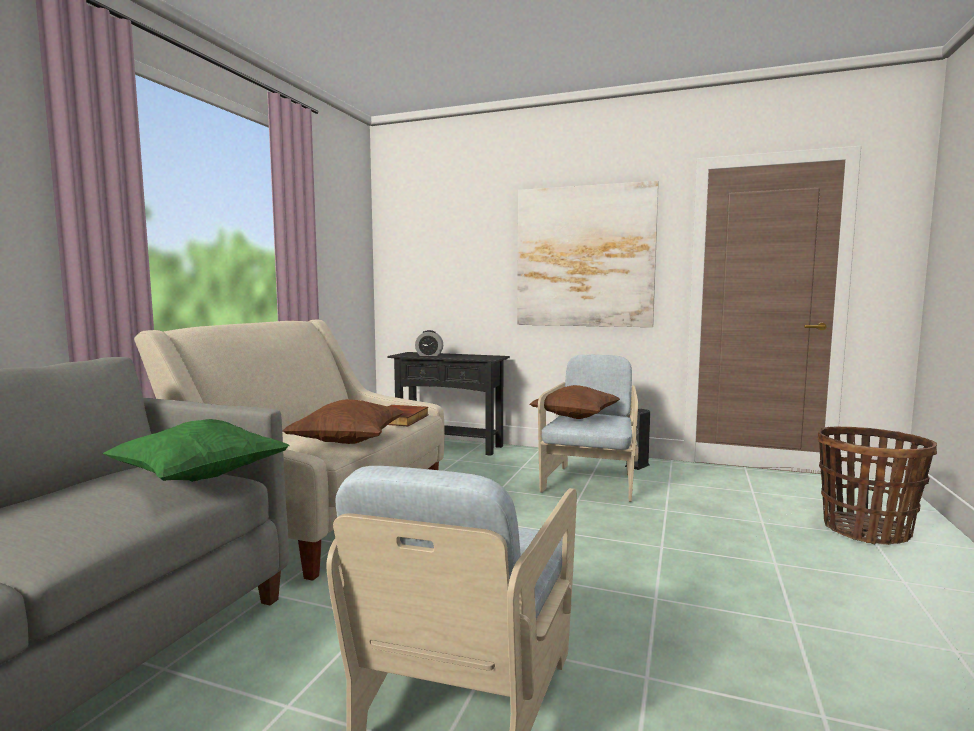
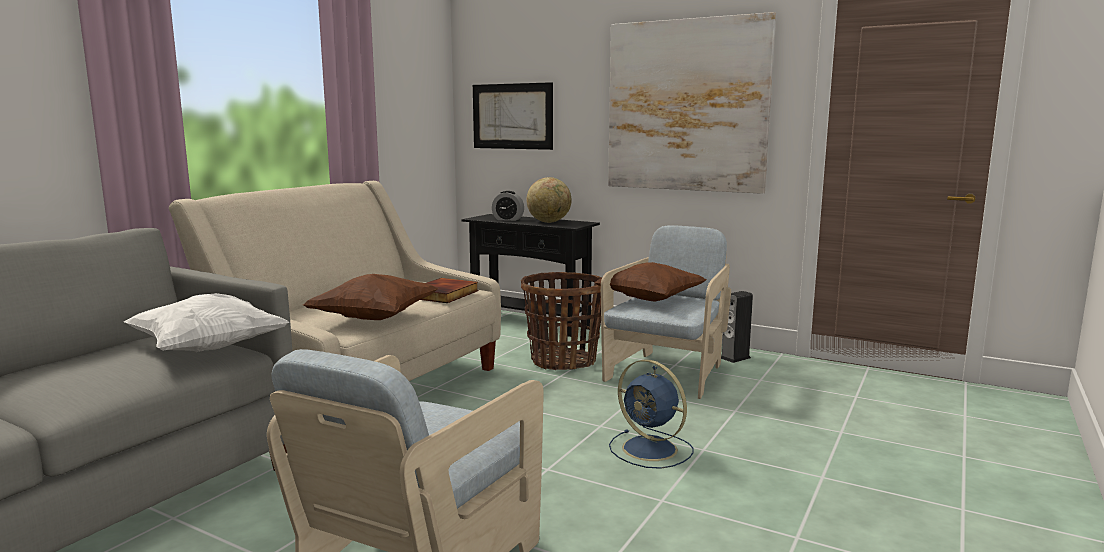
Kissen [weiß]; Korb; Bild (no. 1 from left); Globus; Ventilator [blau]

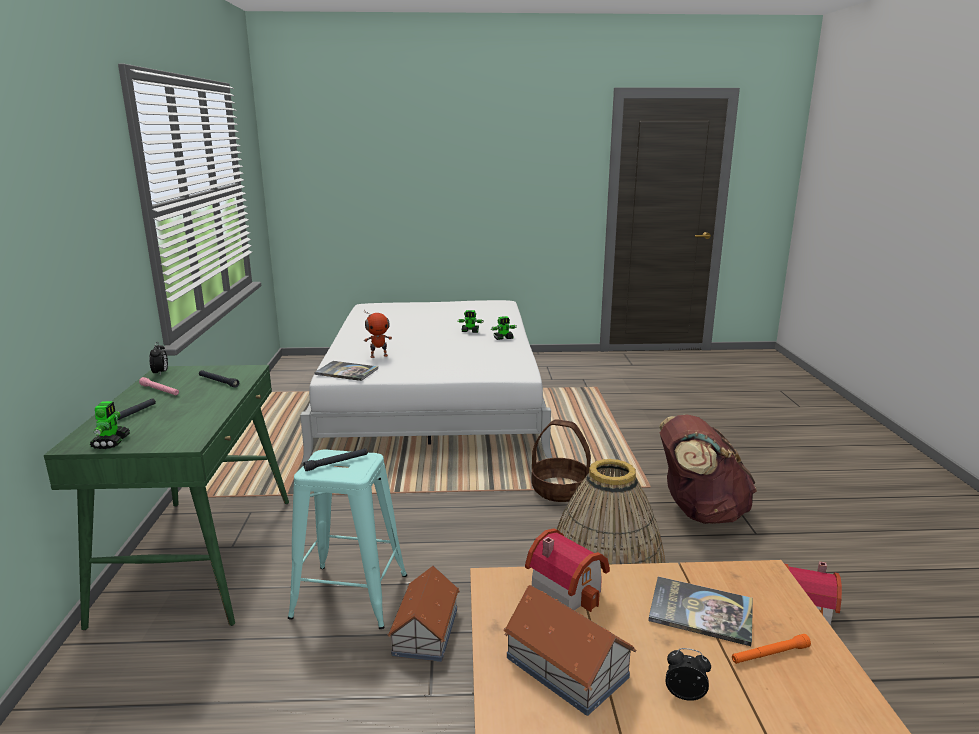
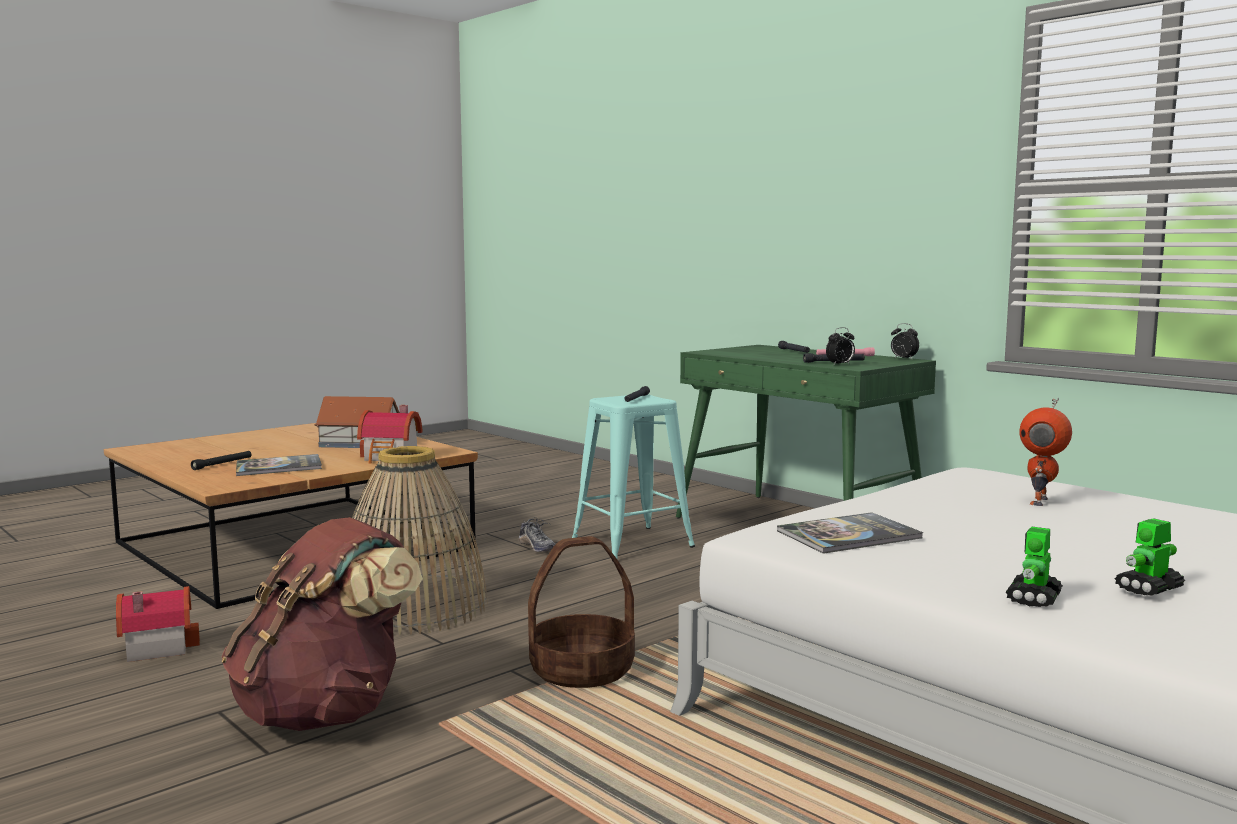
Buch (no. 2 from left); Spielzeugroboter (no. 1 from left in the first image); Schuh; Taschenlampe [schwarz] (no. 1 from left); Wecker (no. 1 from left)

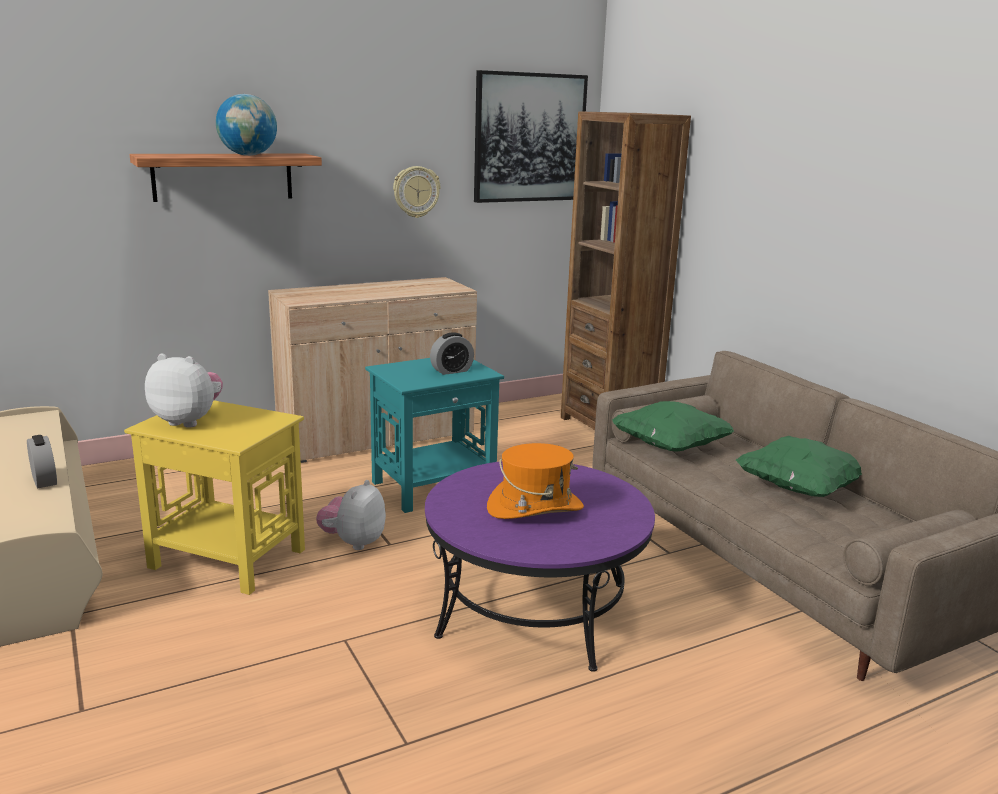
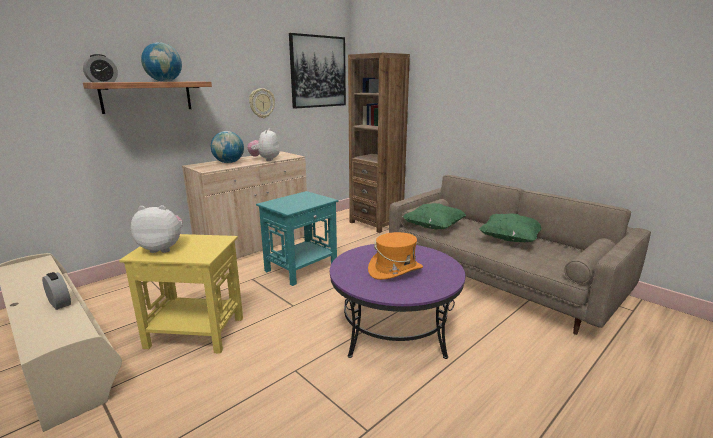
Wecker (no. 2 from left); Plüschtier (no. 2 from left); Globus (no. 2 from left)

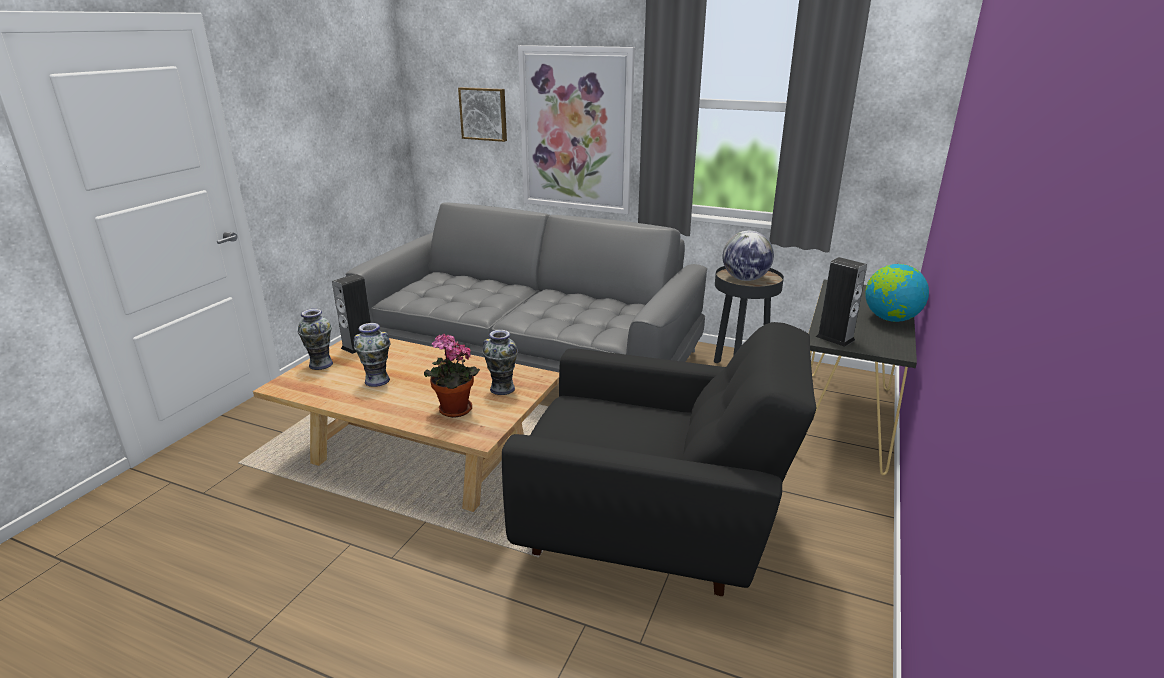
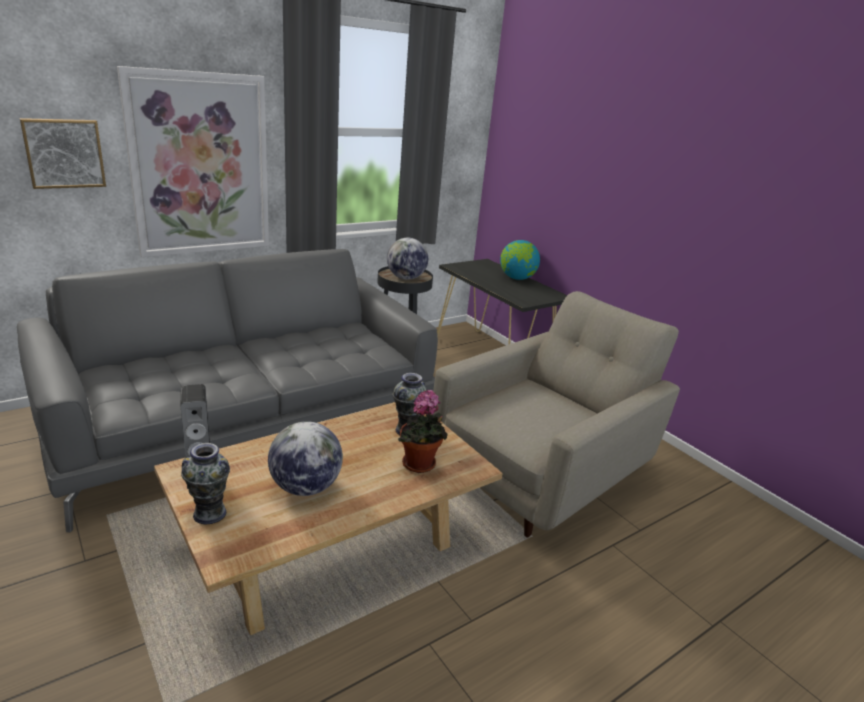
Lautsprecher (no. 2 from left in the first image); Sessel [beige]; Globus (no. 1 from left)

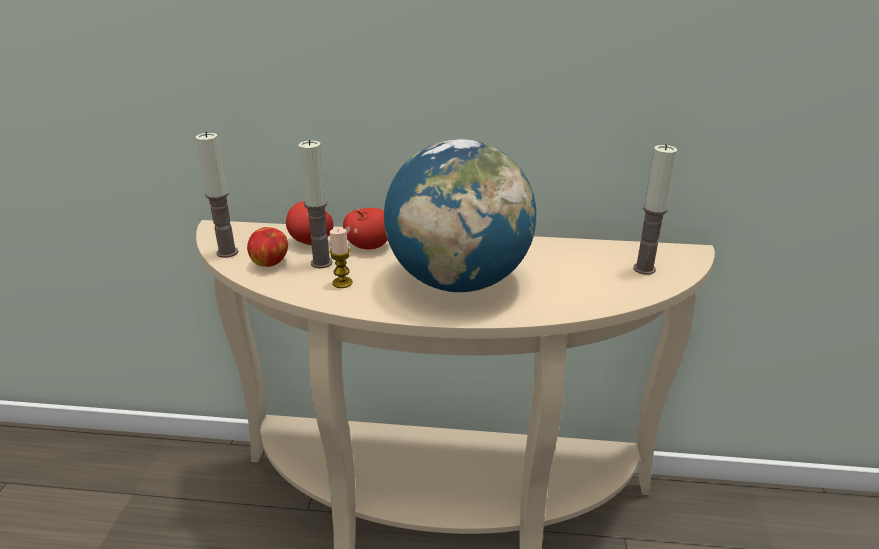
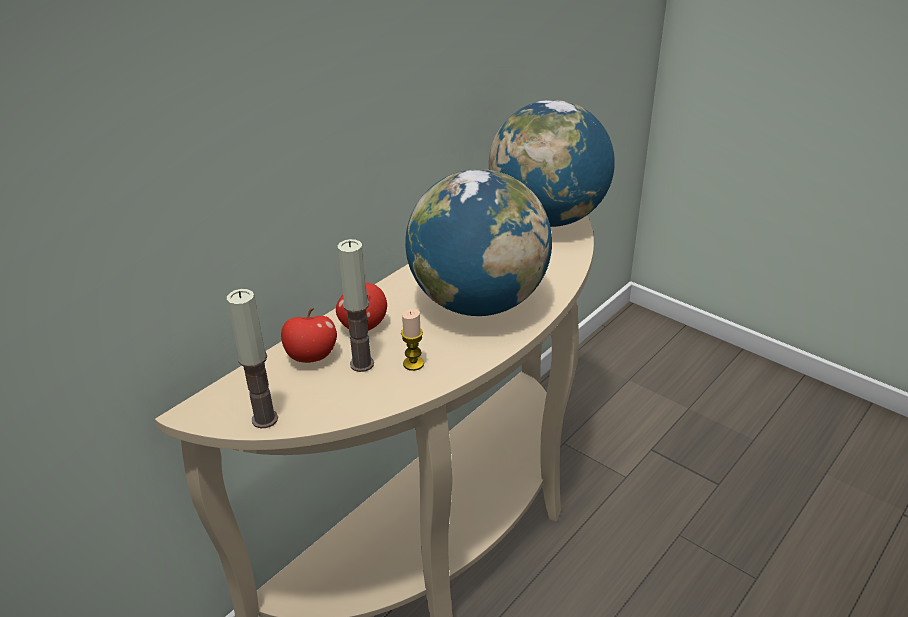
Globus (no. 2 from left); Apfel (no. 1 from left in the first image)

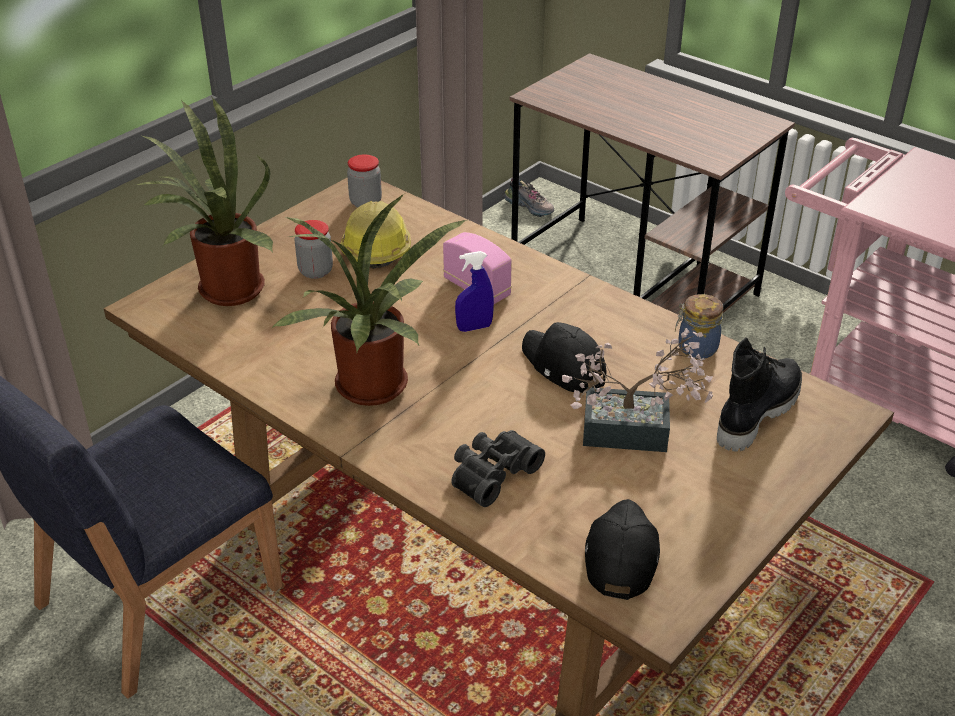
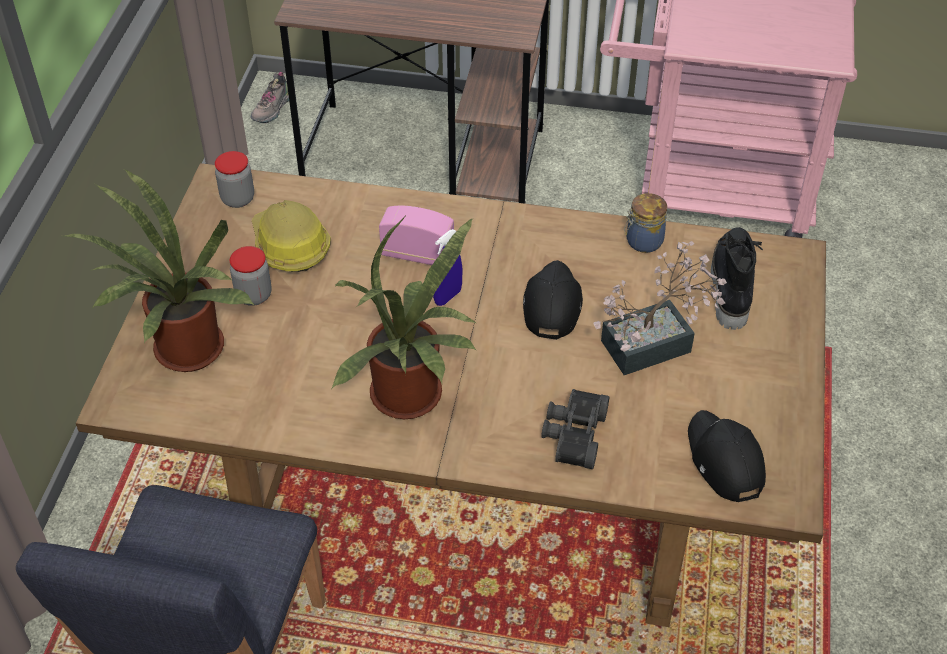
Schuh; Kappe [schwarz] (no. 1 from left)

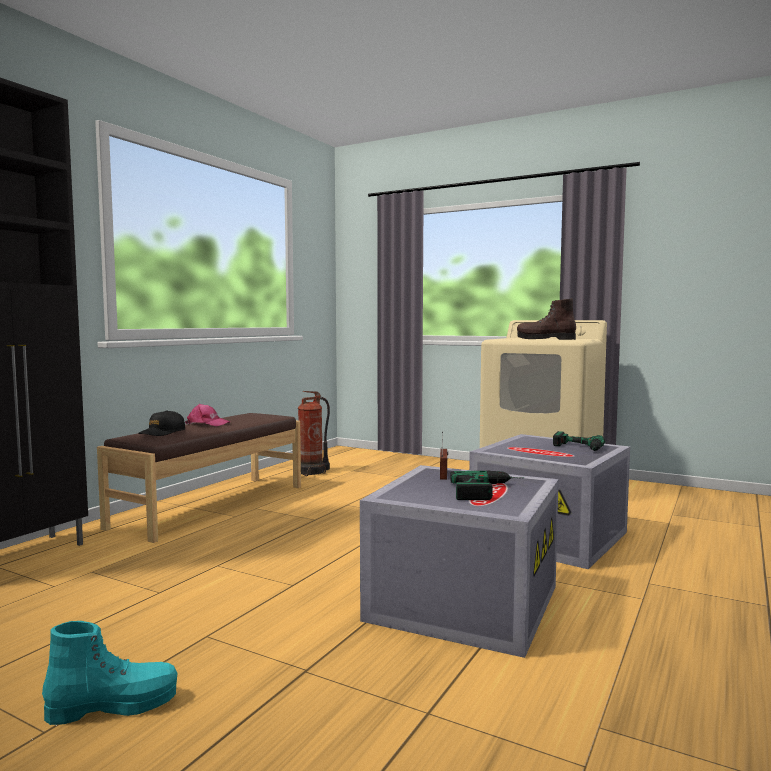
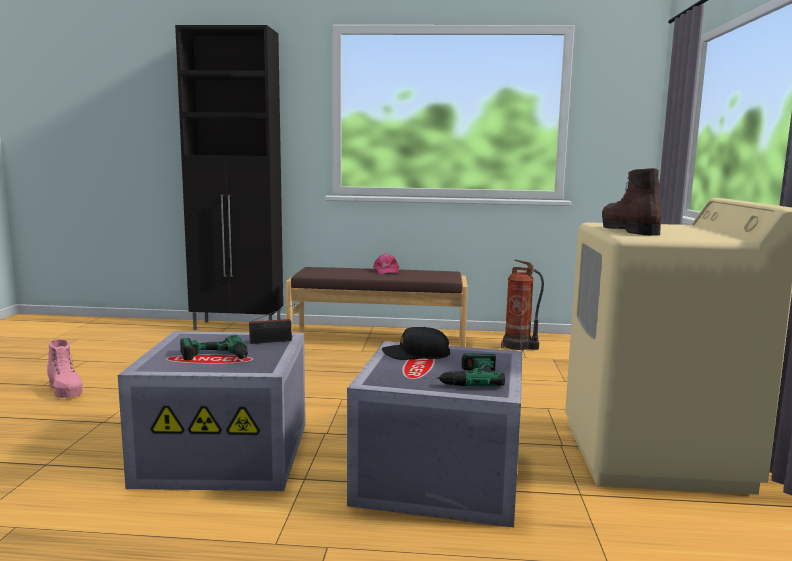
Kappe [schwarz]; Stiefel [rosa]

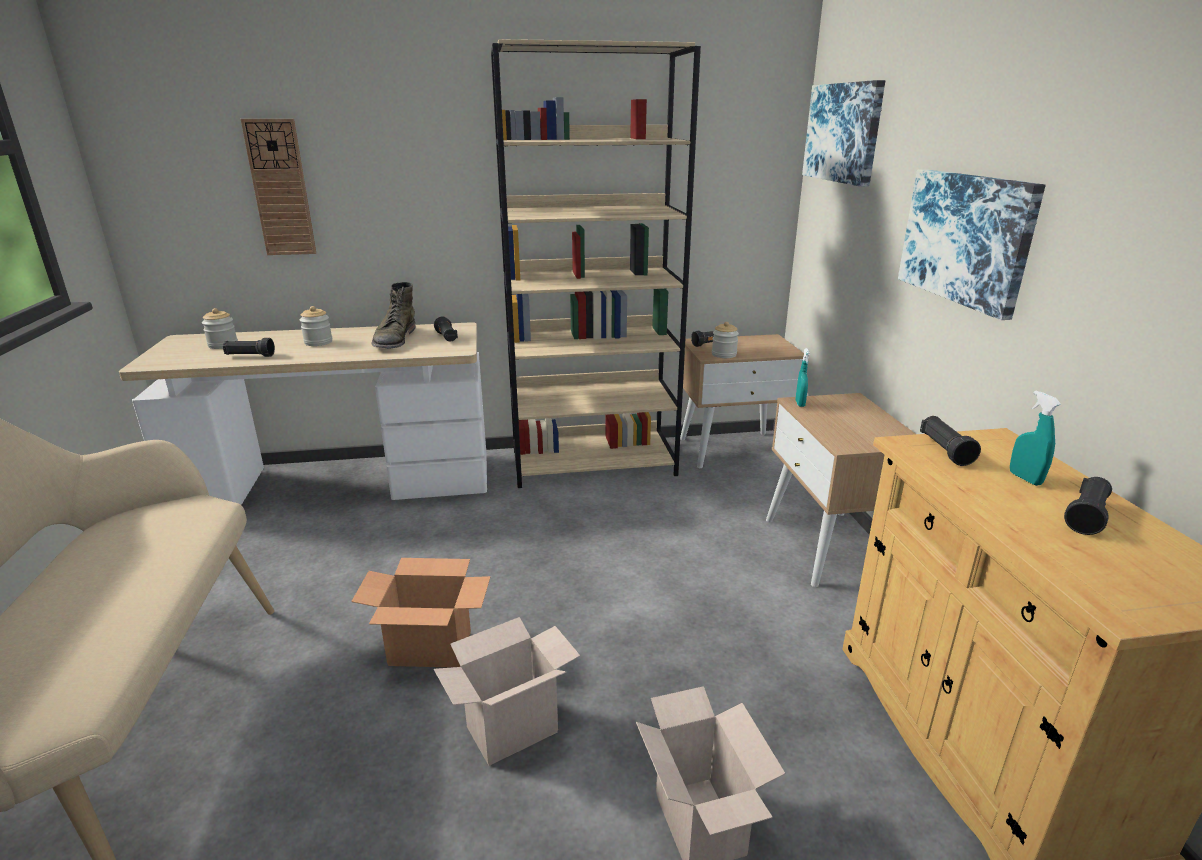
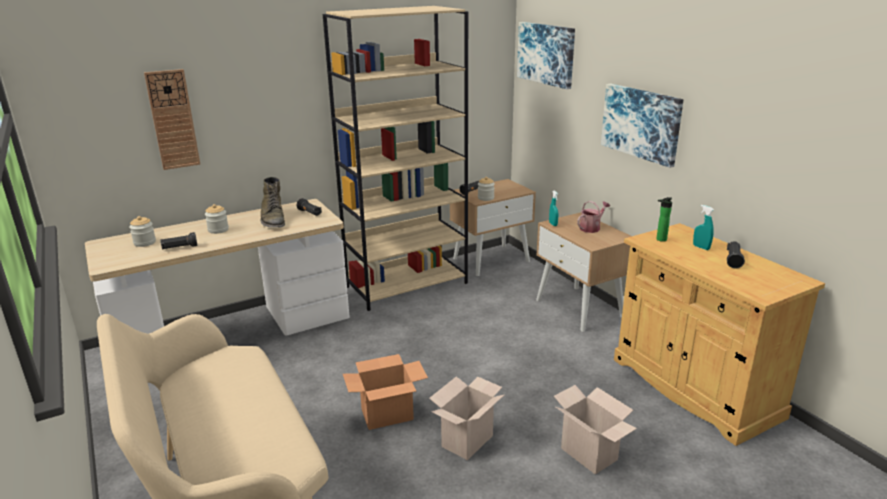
Flasche; Gießkanne

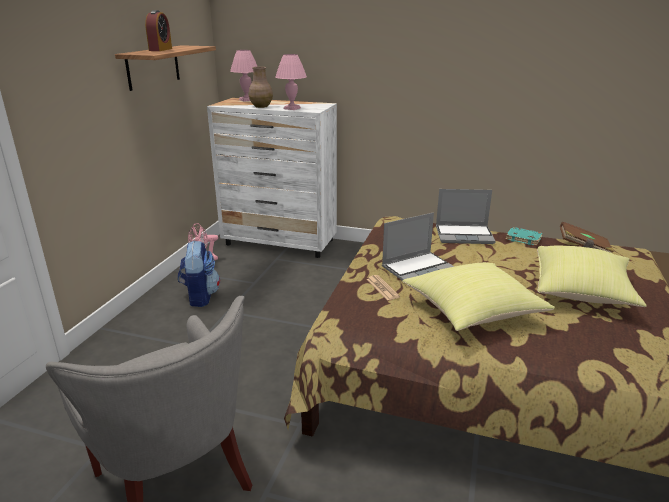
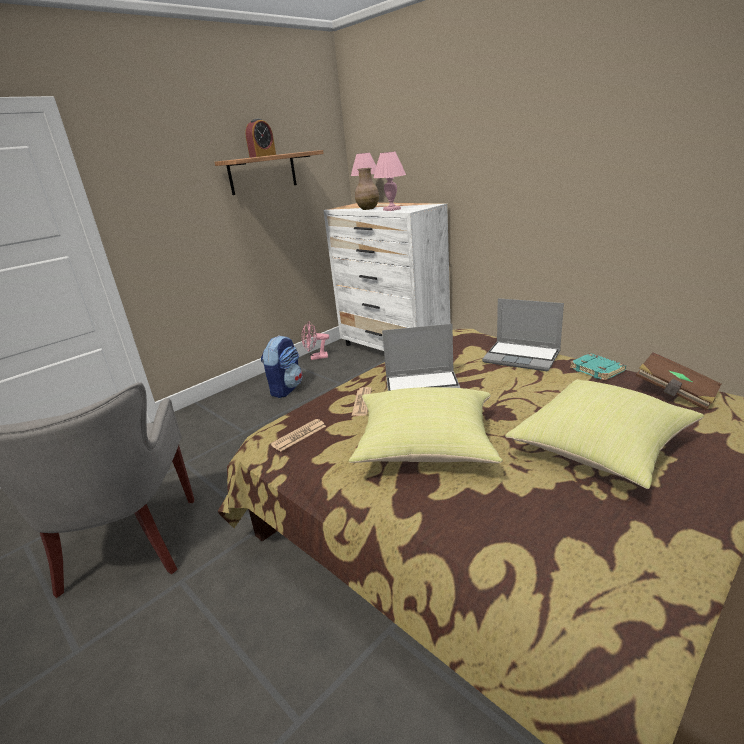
Zeitung (no. 1 from left)

